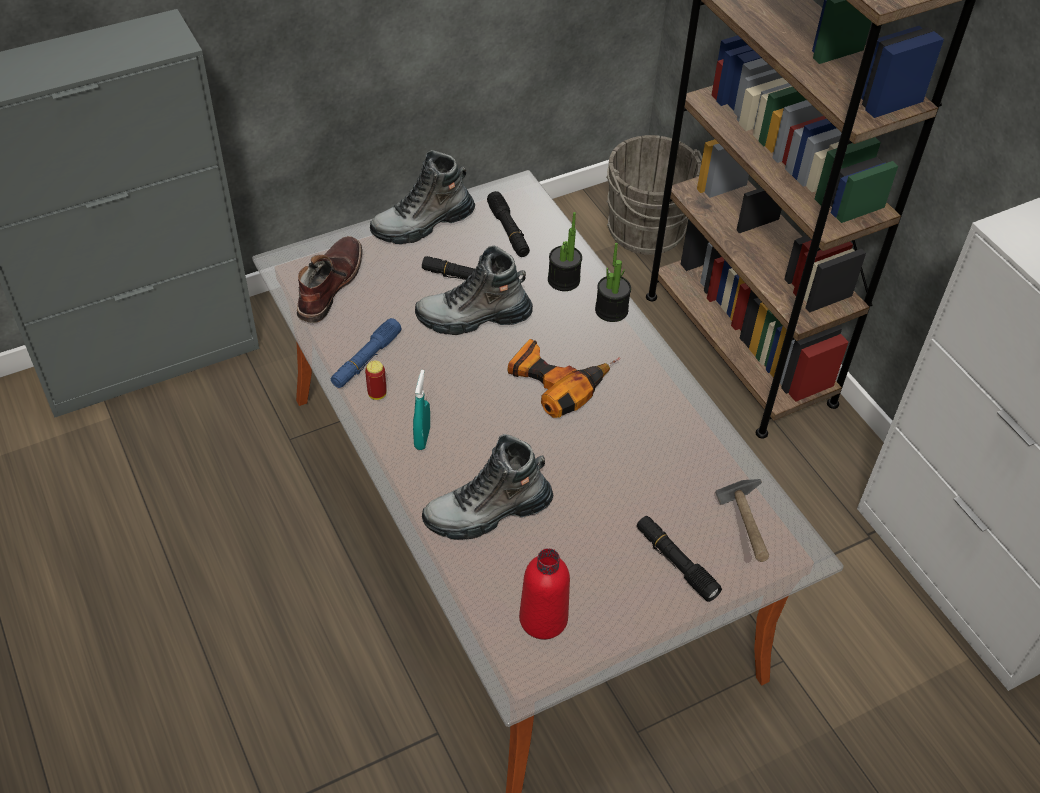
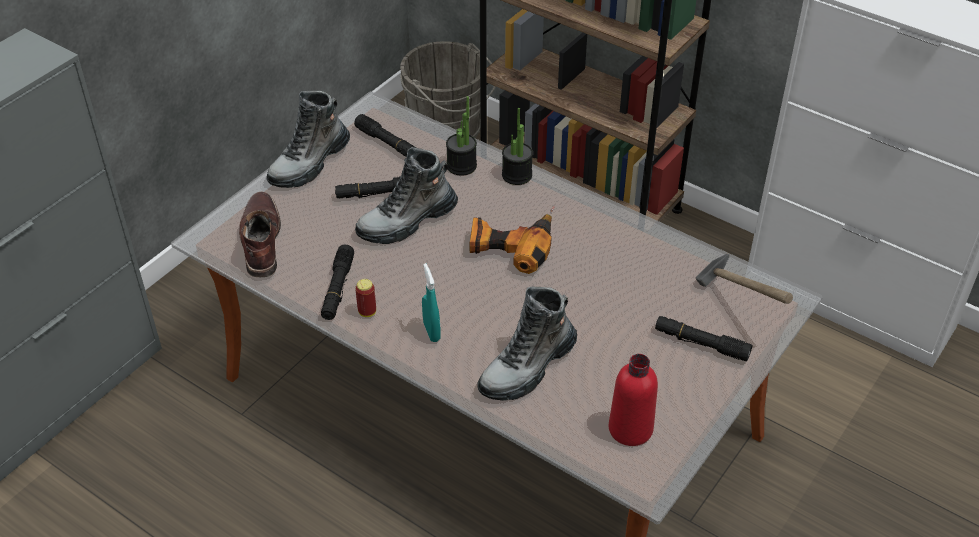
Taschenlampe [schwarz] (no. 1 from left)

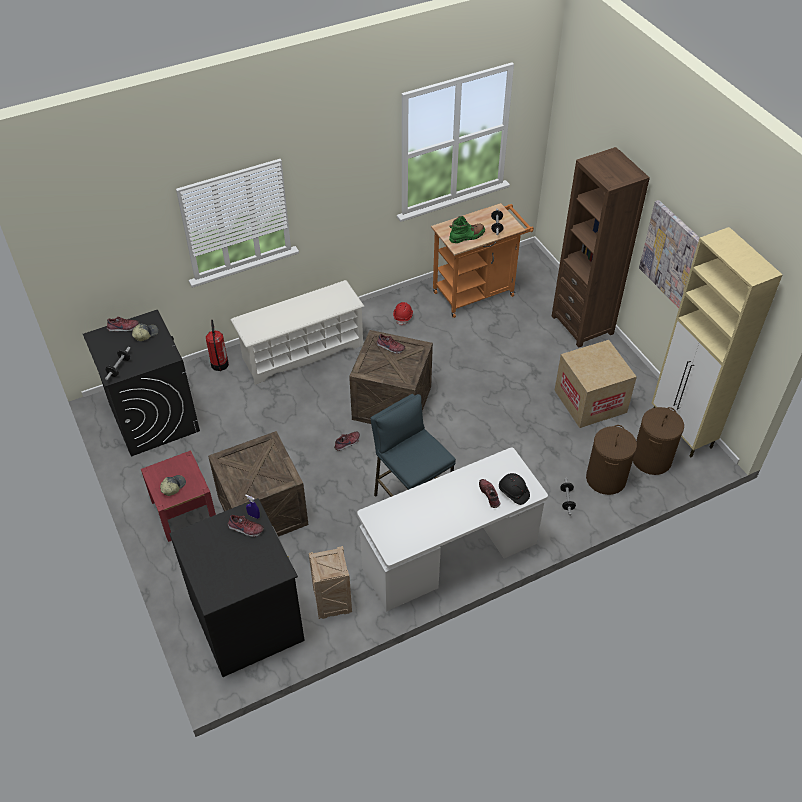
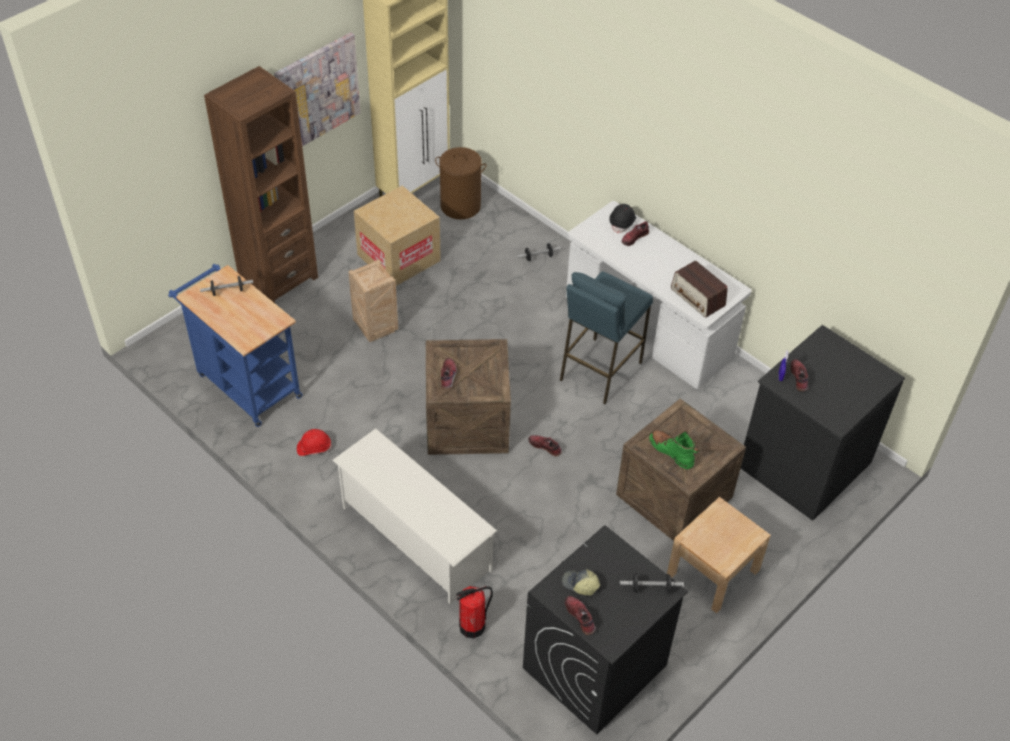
Rollwagen [blau]; Stiefel [grün]; Wäschekorb [braun] (no. 1 from left in the first image); Nachttisch [beige]; Kappe (no. 2 from left in the first image); Kiste (no. 1 from left); Radio

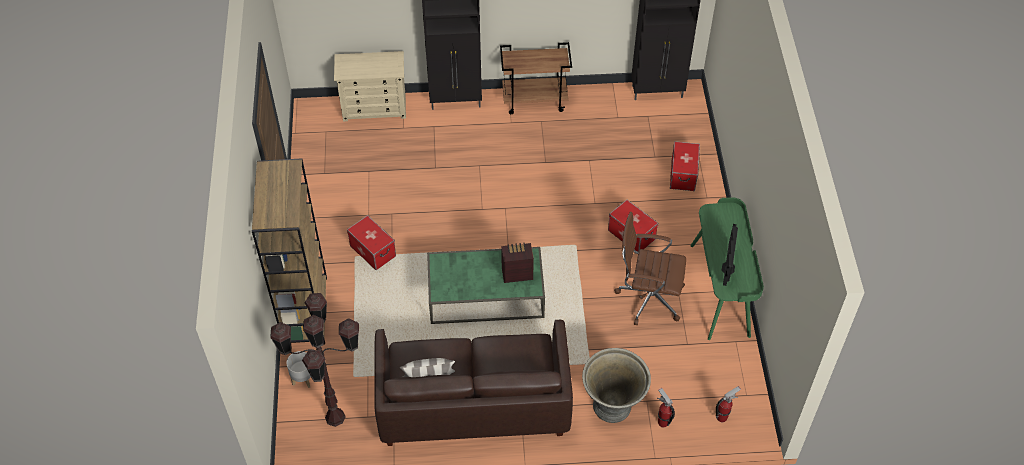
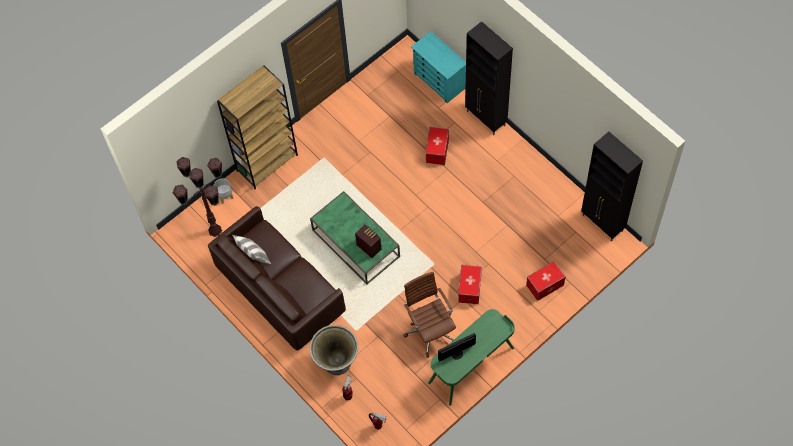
Rollwagen [braun]; Kommode [türkis]; Aufbewahrungsbox (no. 1 from left)

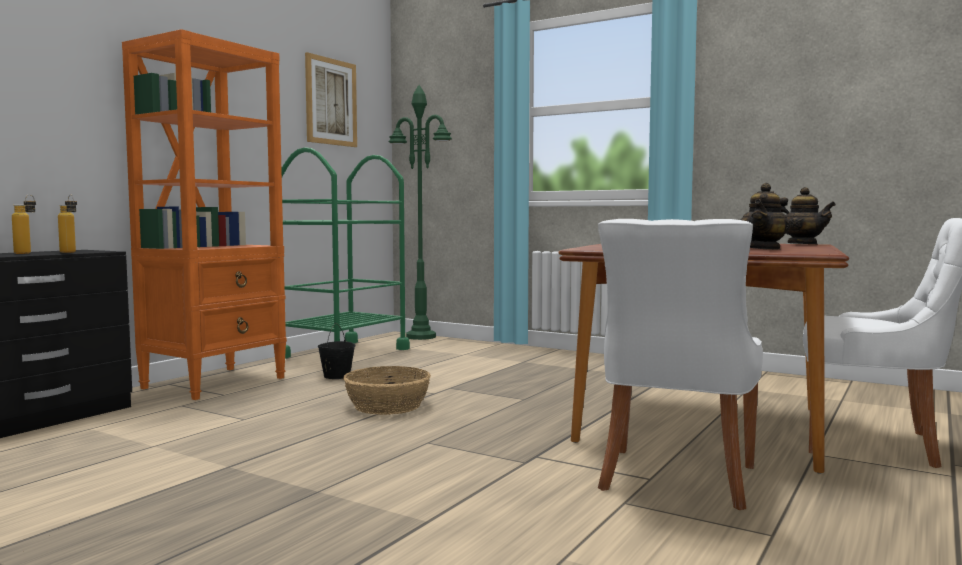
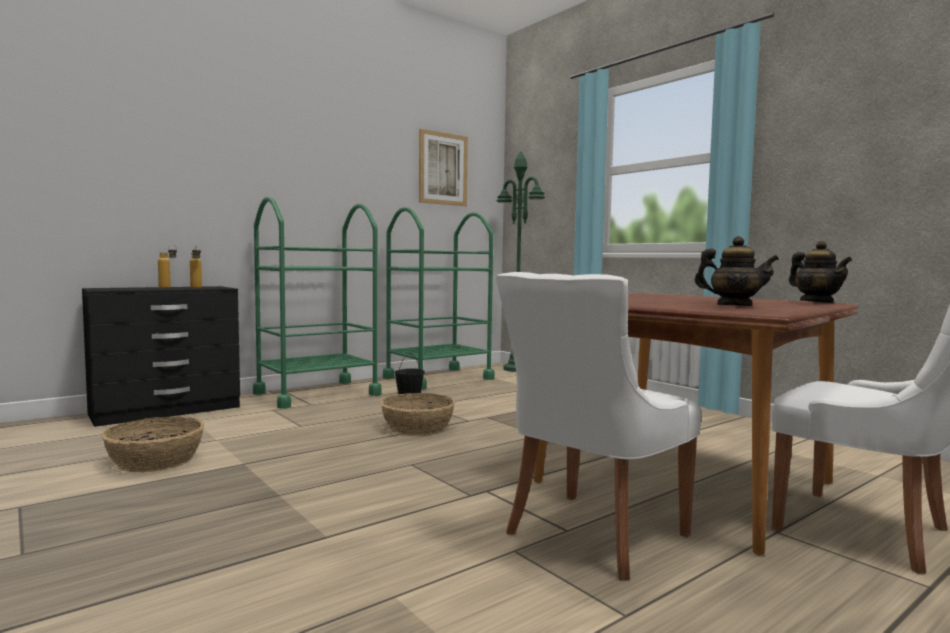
Rollwagen [grün] (no. 1 from left); Teekanne (no. 1 from left); Korb (no. 1 from left)

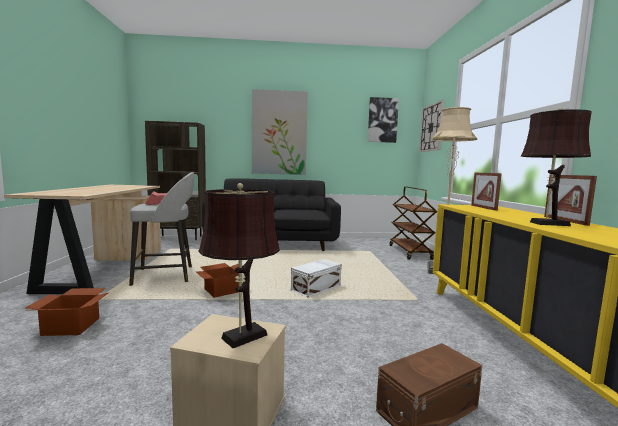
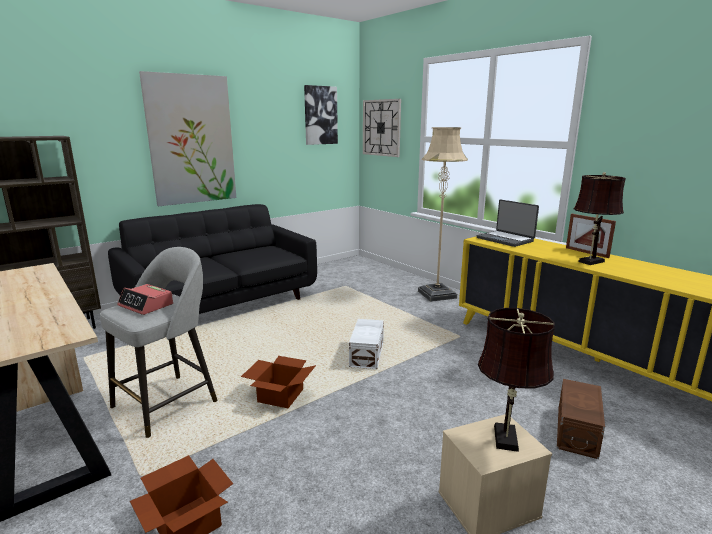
Laptop; Rollwagen [braun]

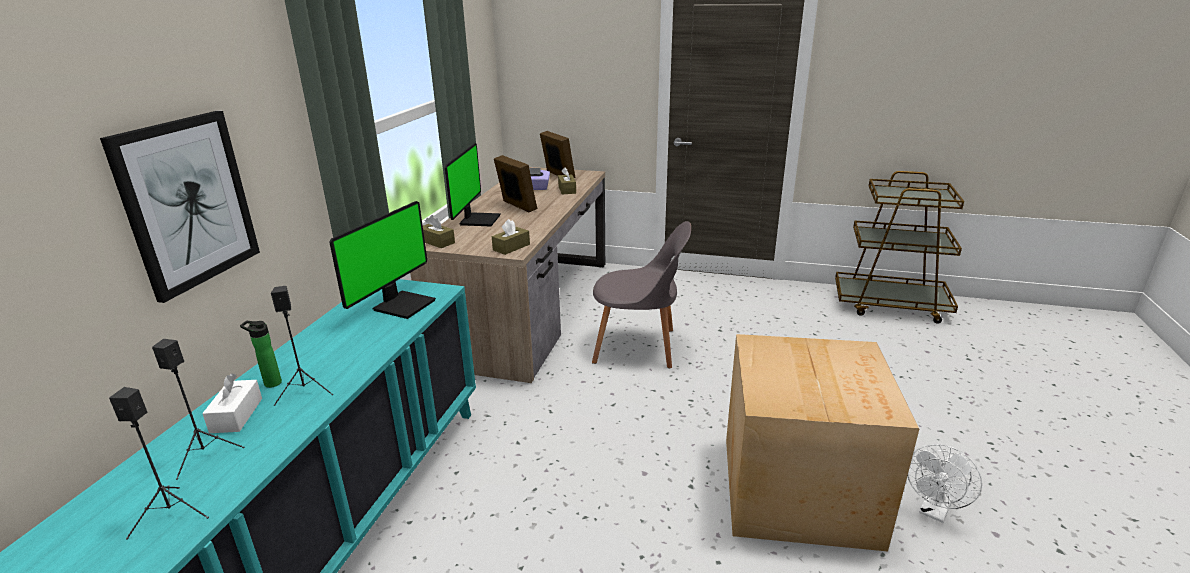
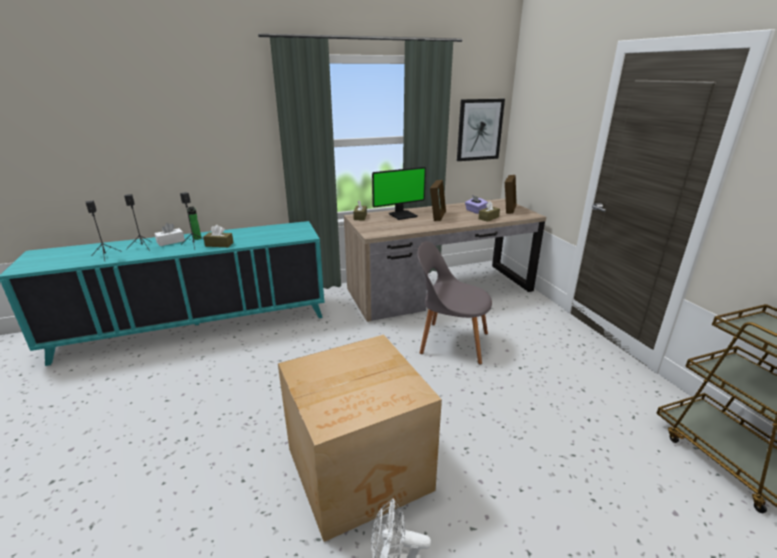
Bild; Monitor (no. 1 from left in the first image); Taschentuchbox [braun] (no. 1 from left); Stuhl [grau]

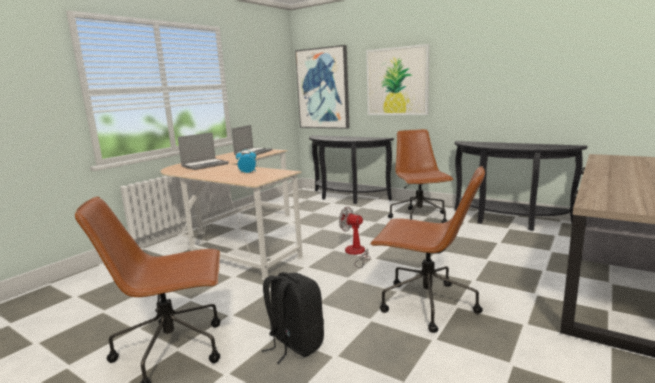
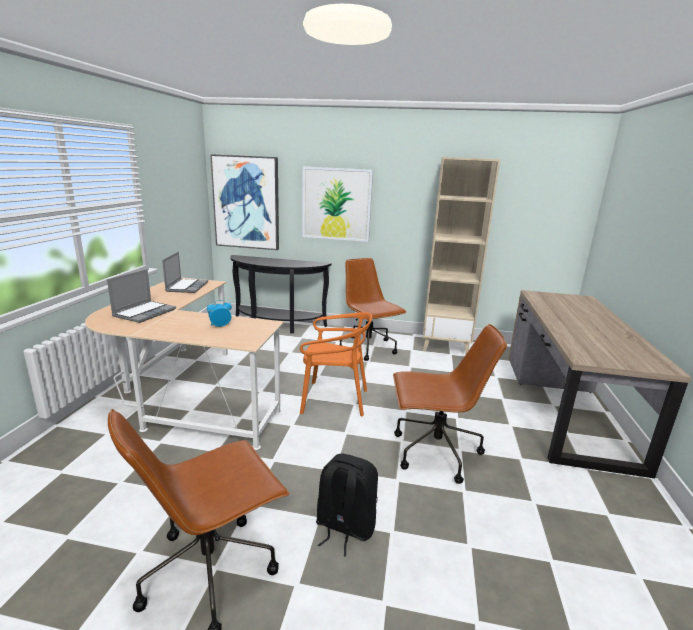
Bücherregal [beige]; Stuhl [orange]

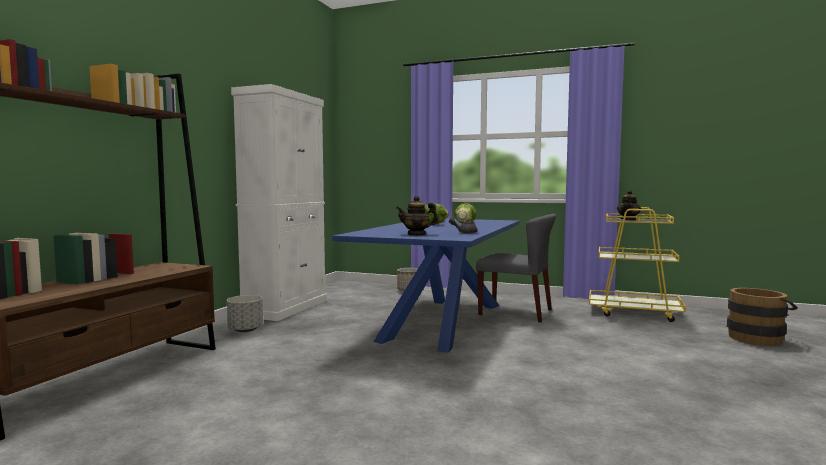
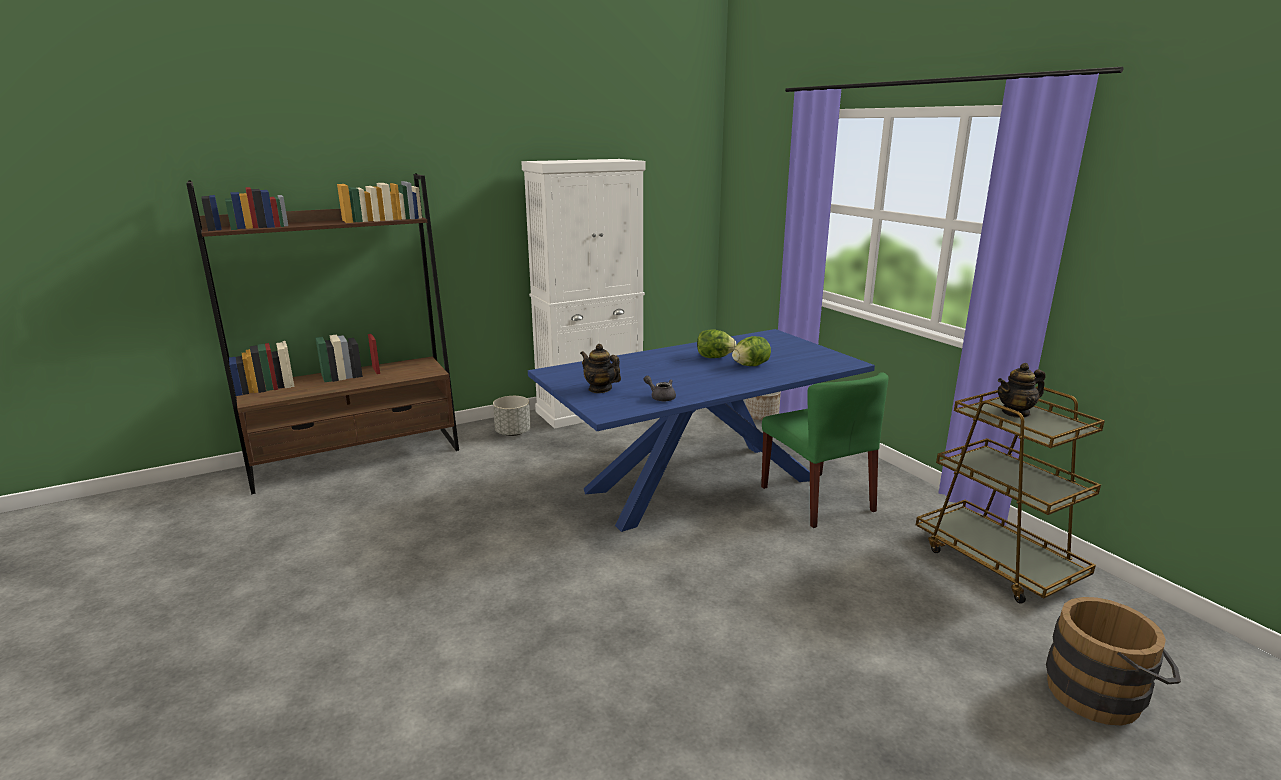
Rollwagen [braun]; Stuhl [grün]

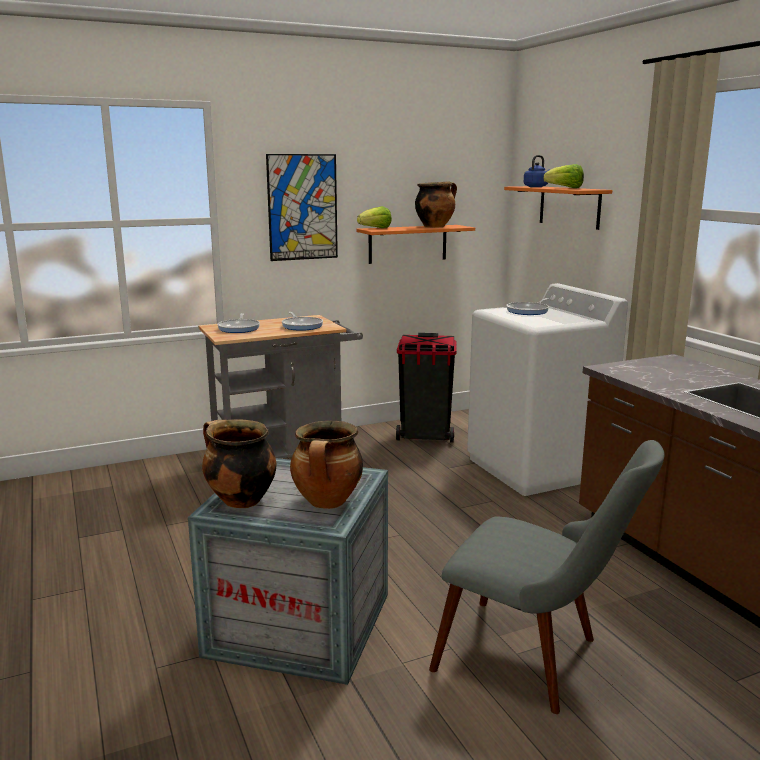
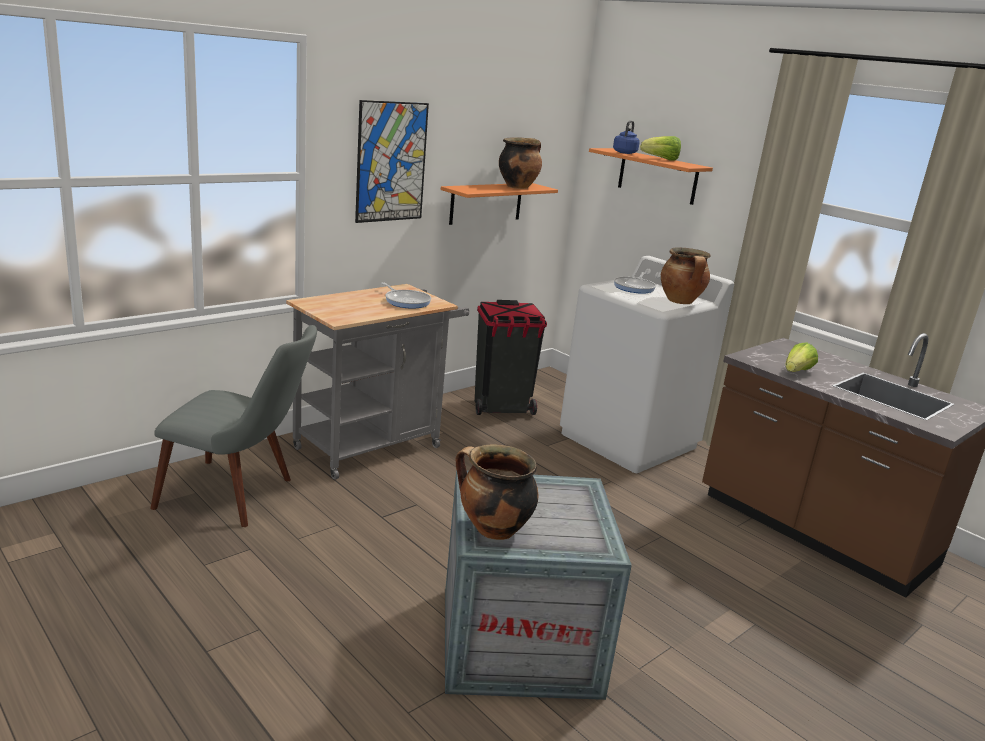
Salatkopf (no. 2 from left); Pfanne (no. 1 from left in the first image); Kochtopf (no. 3 from left); Stuhl [grau]

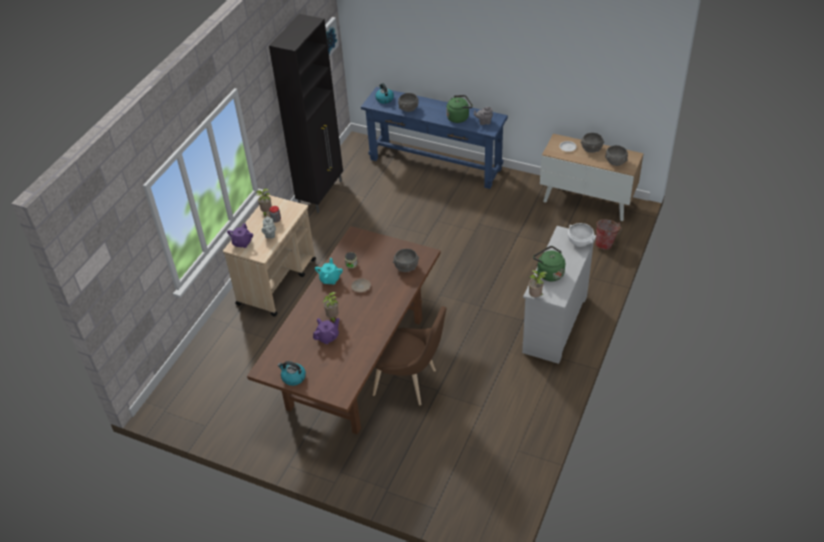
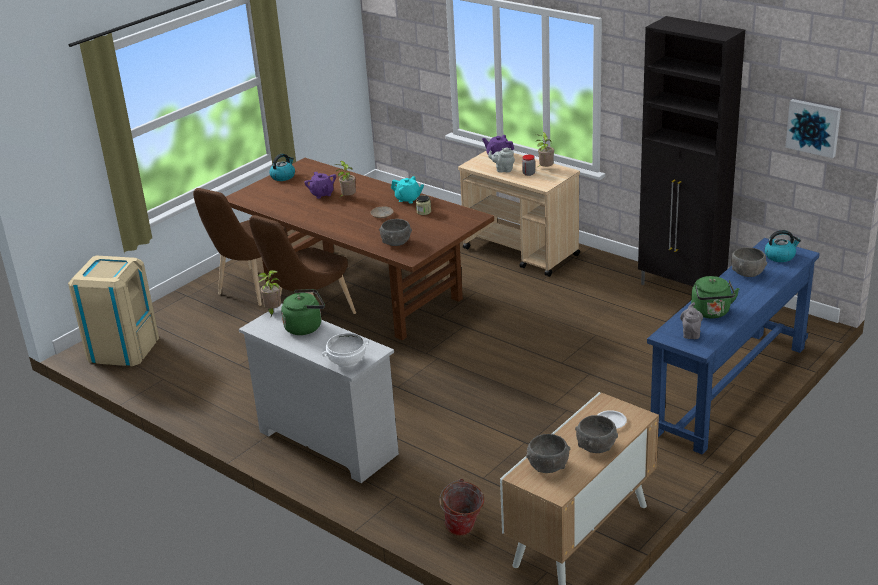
Stuhl [braun] (no. 1 from left); Mülleimer [beige]

